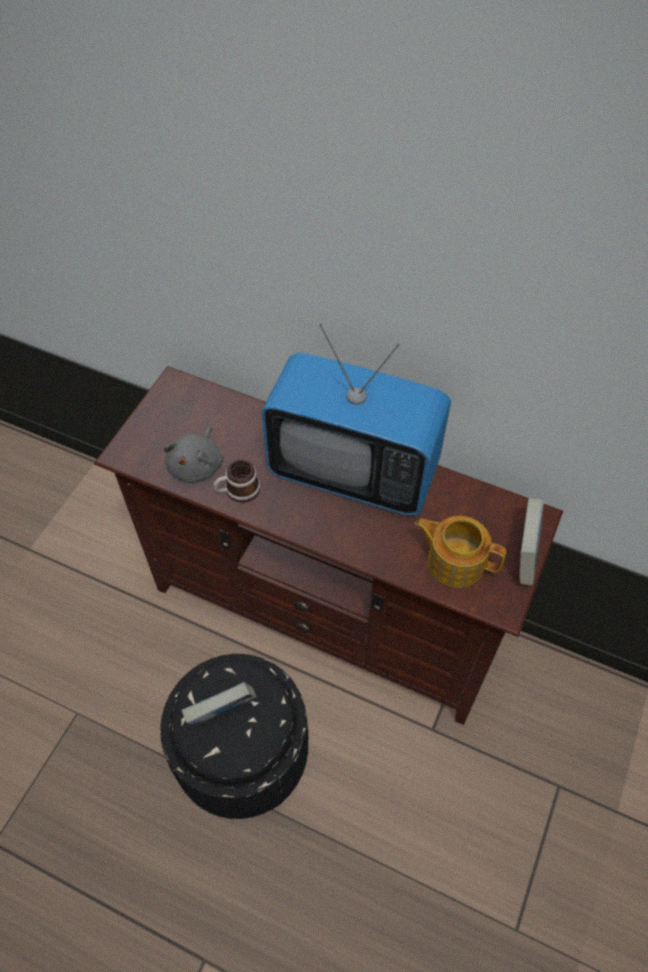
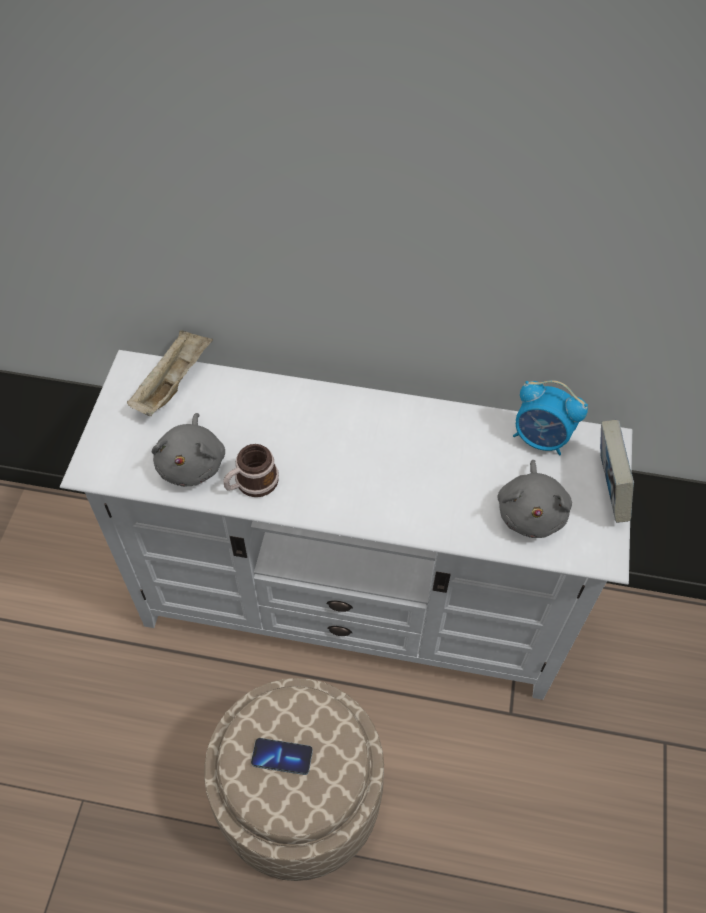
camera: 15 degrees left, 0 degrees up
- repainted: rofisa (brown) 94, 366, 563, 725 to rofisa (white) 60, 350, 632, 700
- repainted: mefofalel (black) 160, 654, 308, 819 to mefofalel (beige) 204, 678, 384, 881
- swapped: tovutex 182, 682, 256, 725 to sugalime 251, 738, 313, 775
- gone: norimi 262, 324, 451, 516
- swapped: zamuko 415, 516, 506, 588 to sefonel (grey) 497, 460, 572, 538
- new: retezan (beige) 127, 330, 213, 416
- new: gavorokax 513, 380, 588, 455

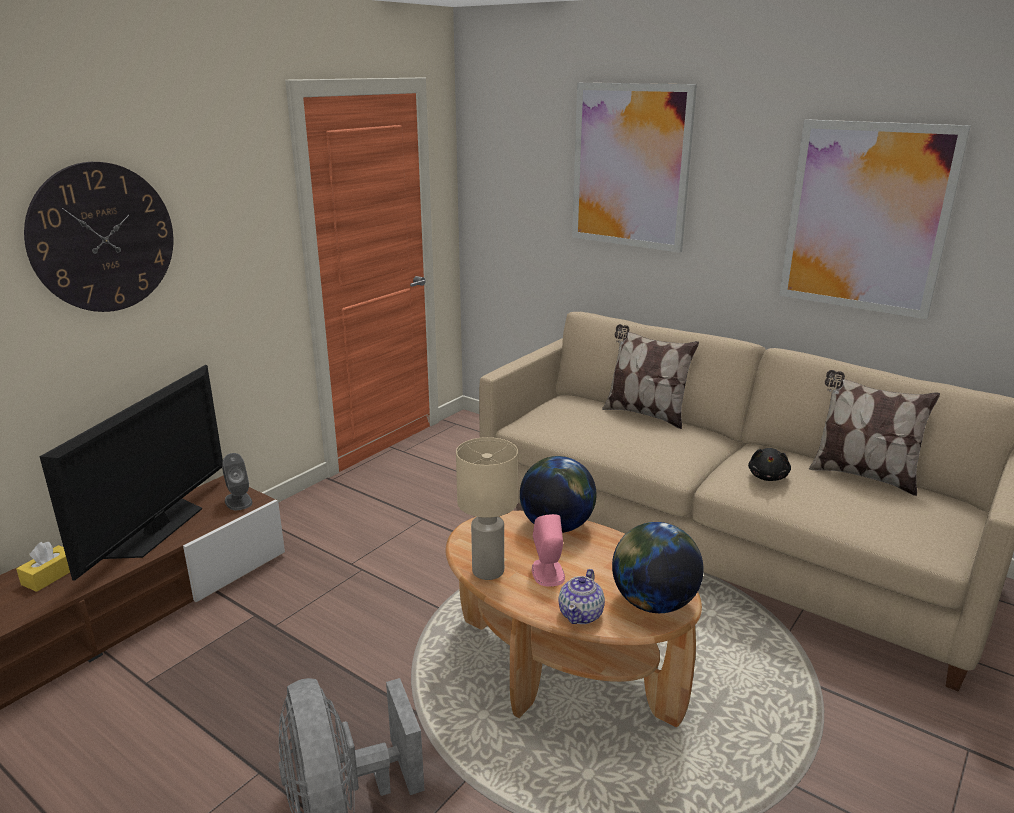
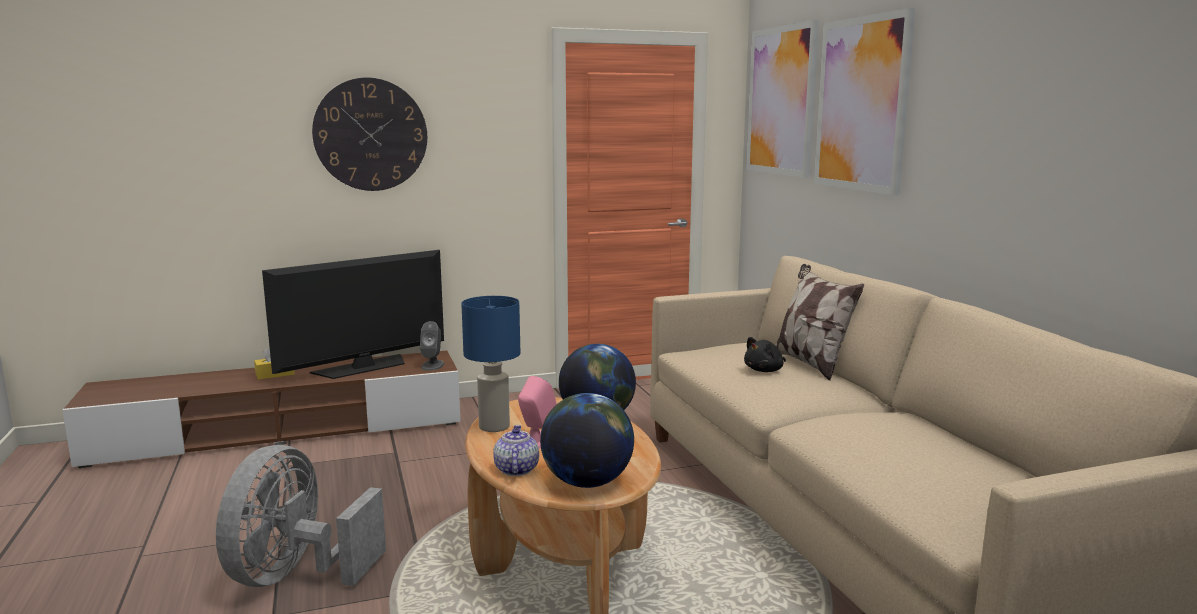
camera: 35 degrees right, 10 degrees down
- repainted: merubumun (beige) 456, 437, 518, 580 to merubumun (blue) 461, 296, 520, 432
- rotated: zamuko 559, 569, 605, 624 = 493, 425, 539, 476 120 degrees clockwise
- shifted: sefonel (black) 748, 448, 791, 481 to 744, 337, 786, 372
- shifted: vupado 779, 119, 971, 319 to 746, 20, 819, 178
- gone: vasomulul 809, 370, 940, 496

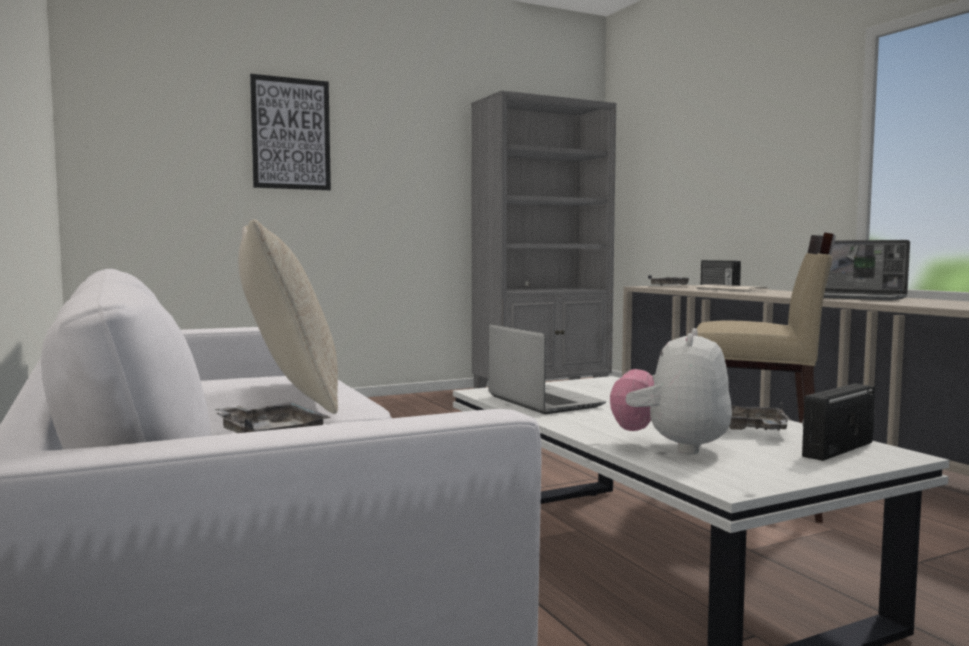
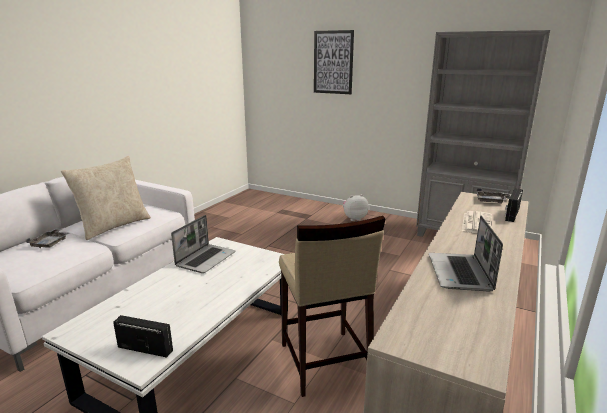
camera: 55 degrees right, 15 degrees up
- shifted: sefonel 610, 328, 732, 455 to 343, 194, 369, 221
- gone: retezan (grey) 729, 402, 791, 431

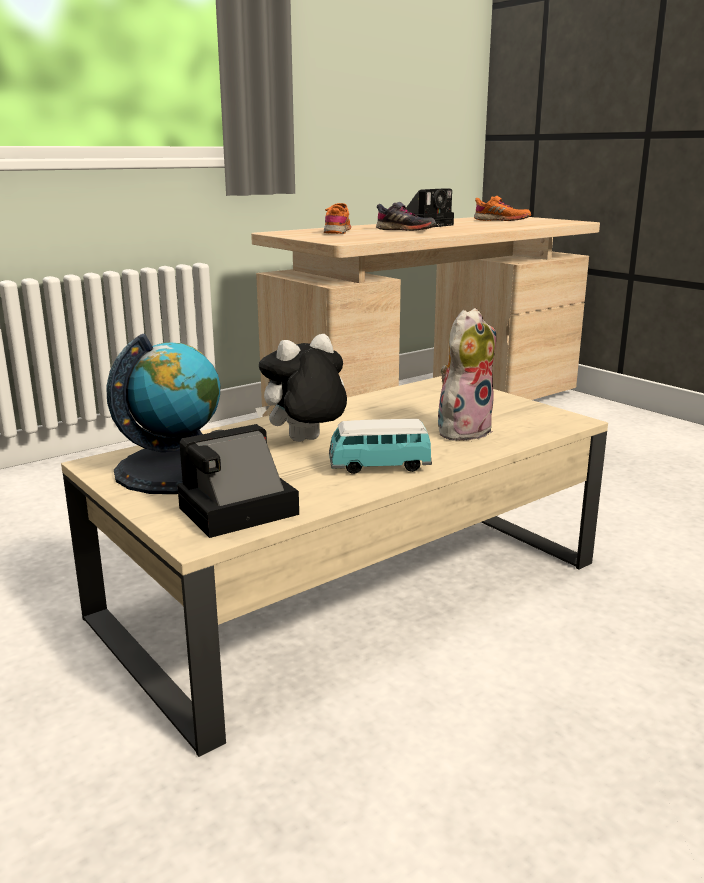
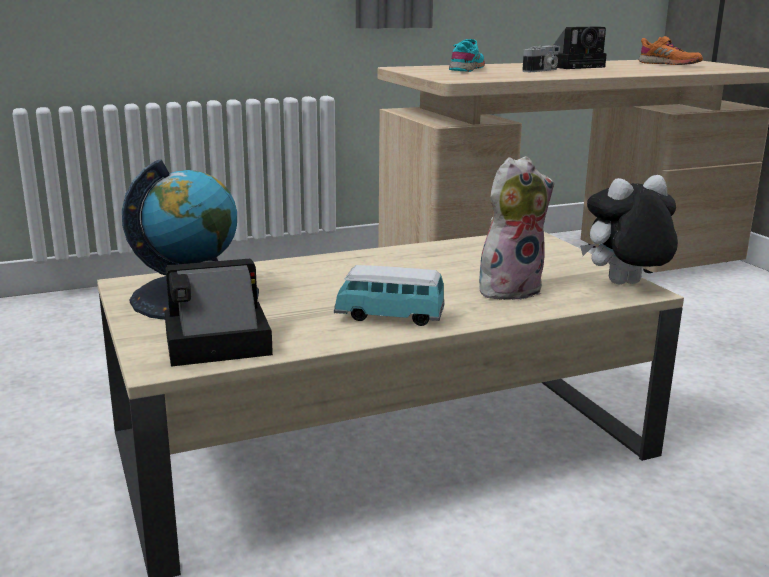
camera: 15 degrees right, 0 degrees up
- shifted: sefonel 255, 334, 347, 442 to 580, 175, 678, 284
- repainted: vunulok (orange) 324, 203, 351, 234 to vunulok (turquoise) 449, 39, 485, 72
- swapped: vunulok (grey) 376, 202, 436, 231 to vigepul 522, 45, 560, 72

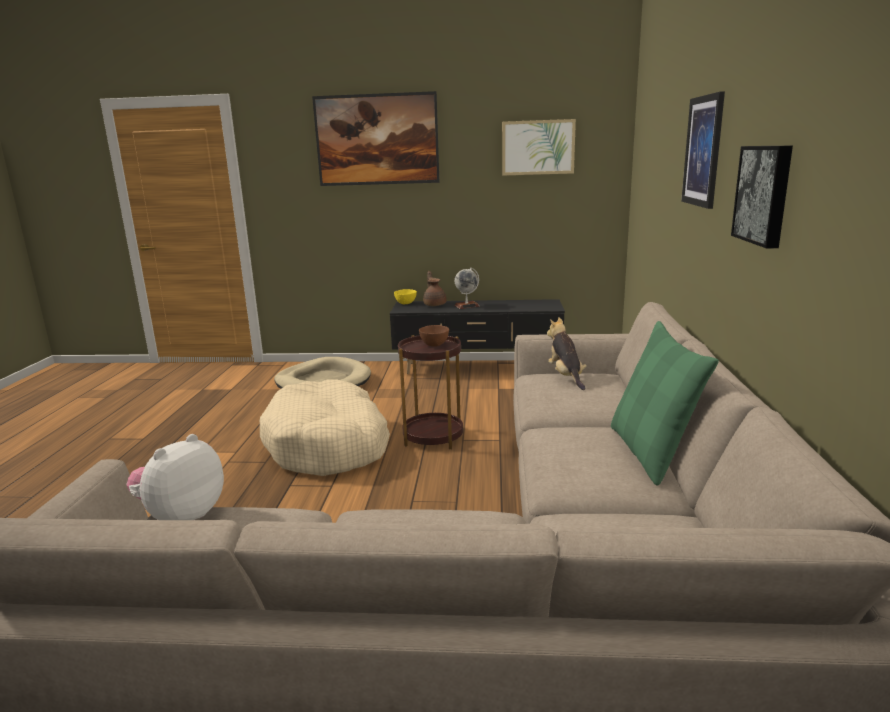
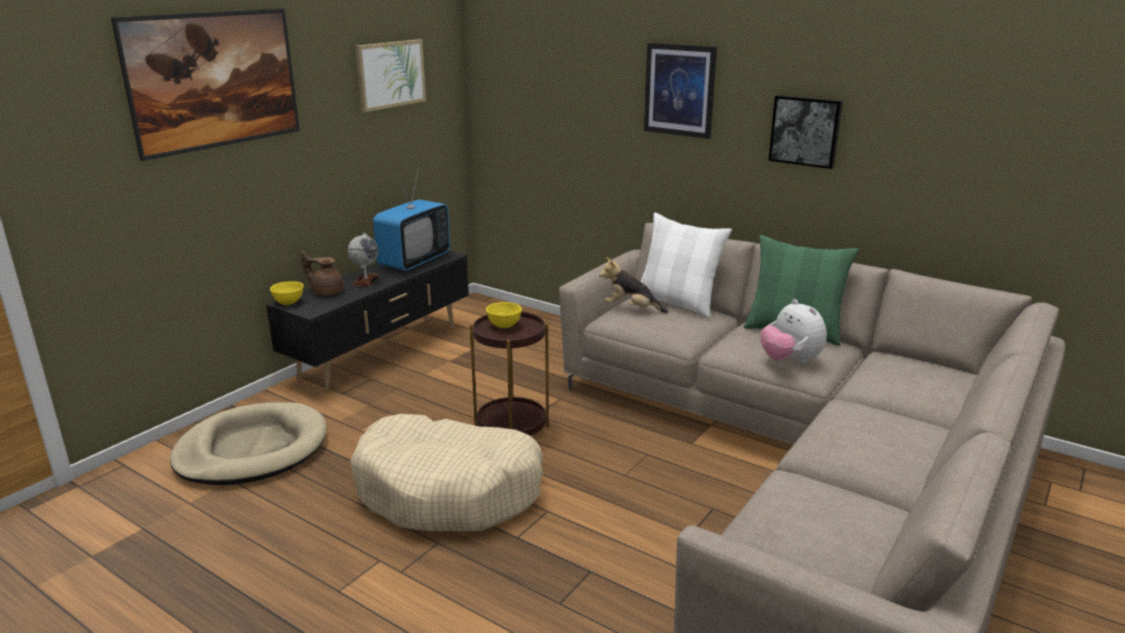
camera: 60 degrees left, 5 degrees up
- shifted: sefonel 127, 434, 224, 520 to 760, 299, 827, 364
- repainted: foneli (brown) 419, 325, 449, 347 to foneli (yellow) 486, 302, 522, 328
- new: norimi 373, 168, 450, 271
- new: vasomulul (white) 641, 212, 732, 318

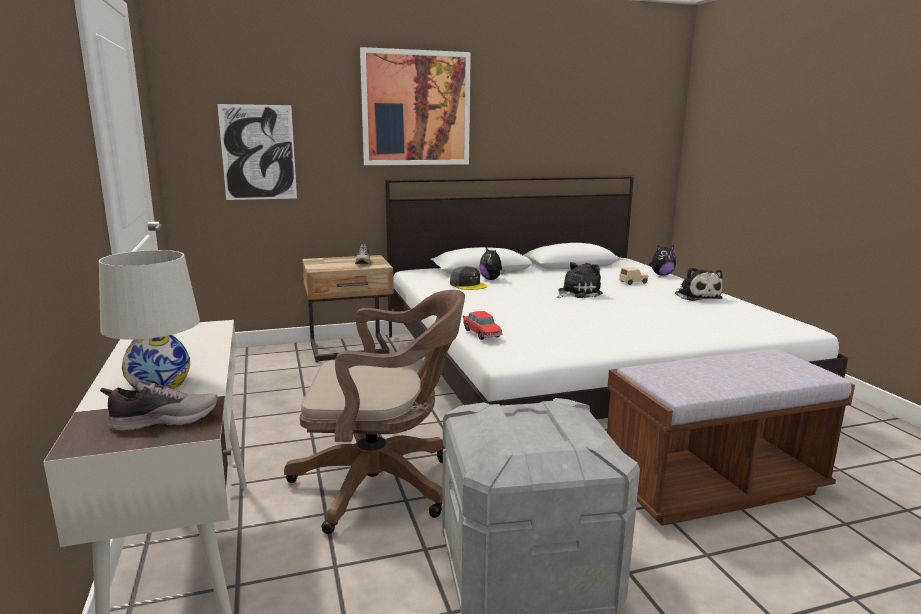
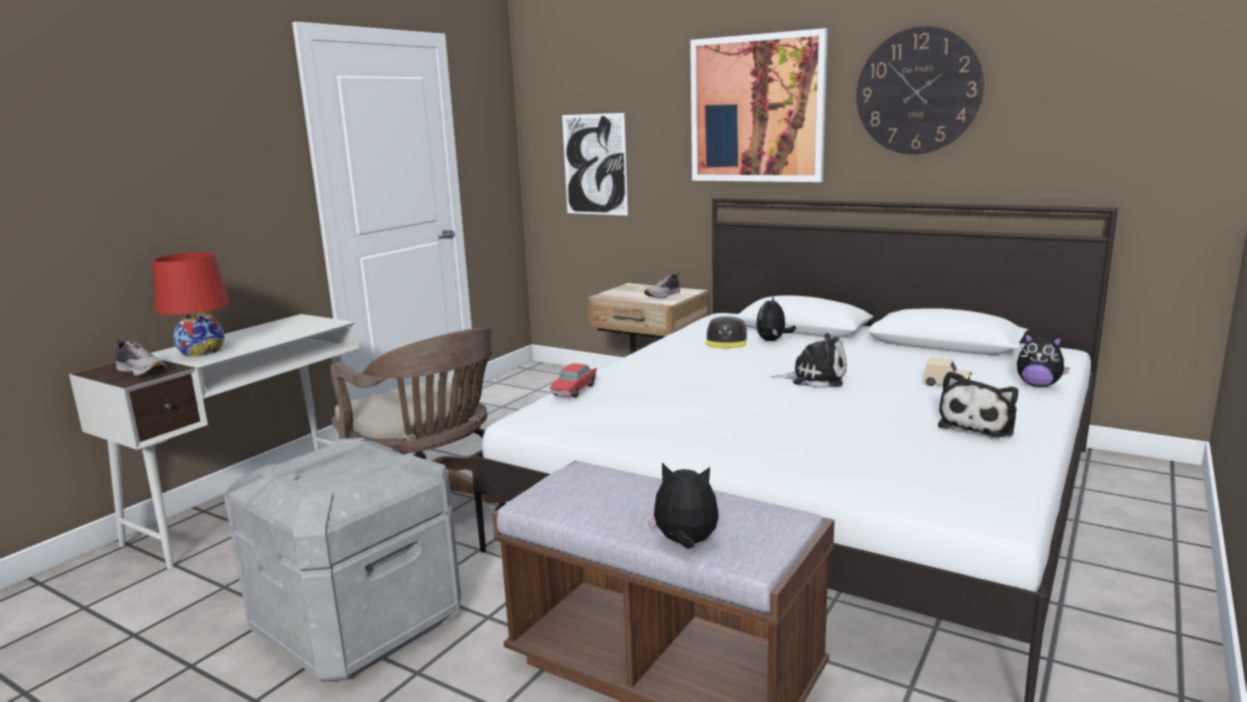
camera: 50 degrees right, 0 degrees up
- repainted: merubumun (white) 99, 250, 200, 390 to merubumun (red) 153, 252, 229, 356
- new: sefonel 644, 463, 719, 549
- new: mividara 856, 26, 984, 154

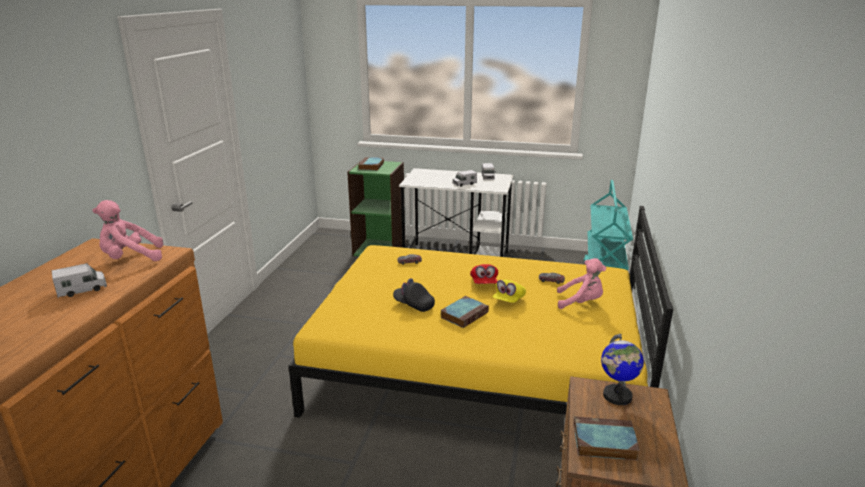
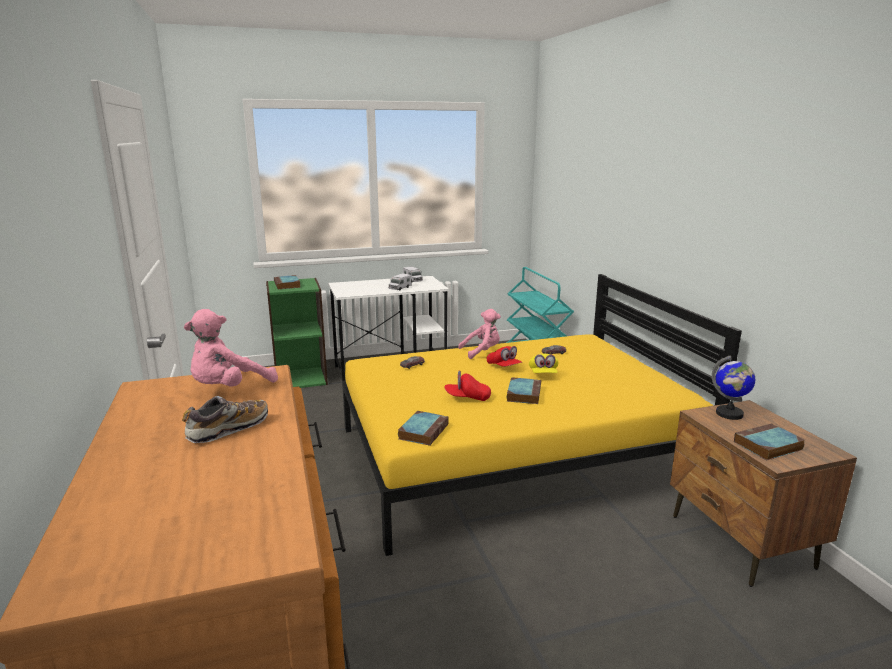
camera: 30 degrees left, 5 degrees down
- swapped: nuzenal 52, 263, 107, 298 to vunulok 182, 396, 268, 443
- repainted: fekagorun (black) 393, 278, 435, 312 to fekagorun (red) 444, 371, 491, 401
- shifted: sefonel (pink) 557, 258, 606, 309 to 458, 309, 501, 359
- new: tovutex 398, 411, 449, 446

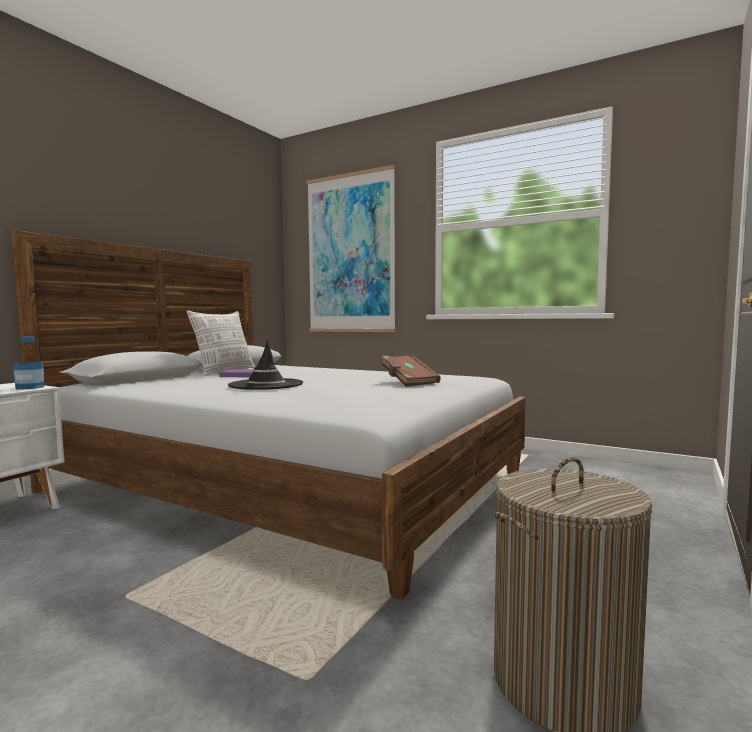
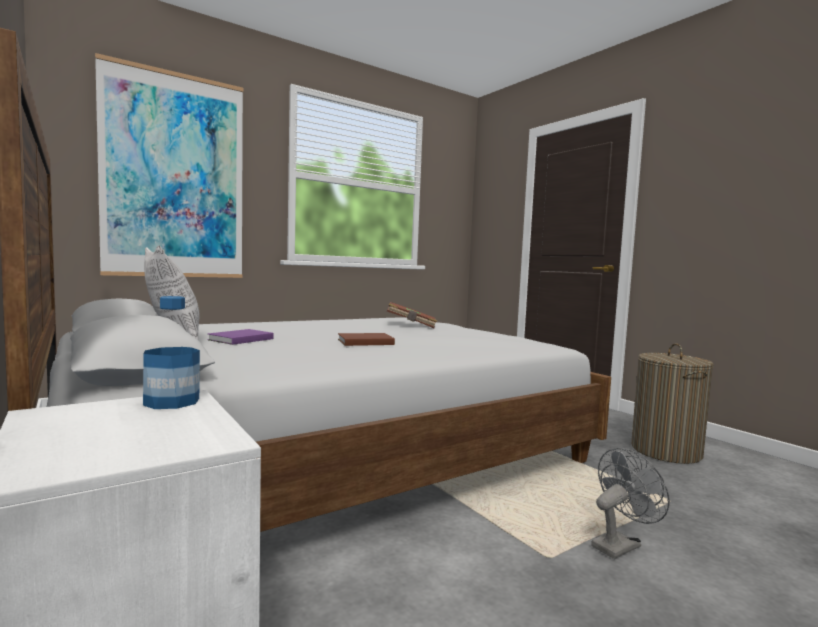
camera: 65 degrees left, 0 degrees up
- swapped: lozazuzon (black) 228, 340, 303, 390 to tovutex (brown) 338, 333, 395, 346
- new: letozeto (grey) 591, 448, 670, 559

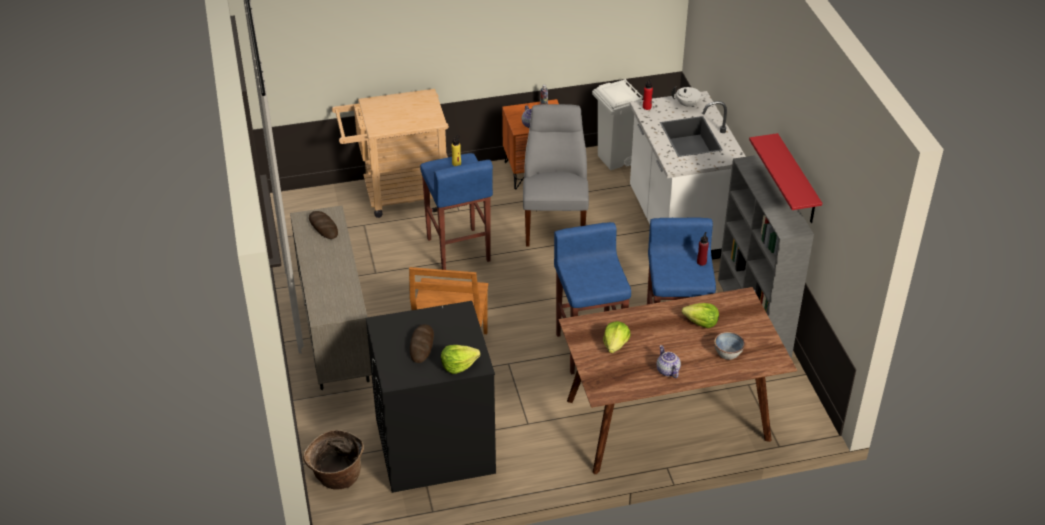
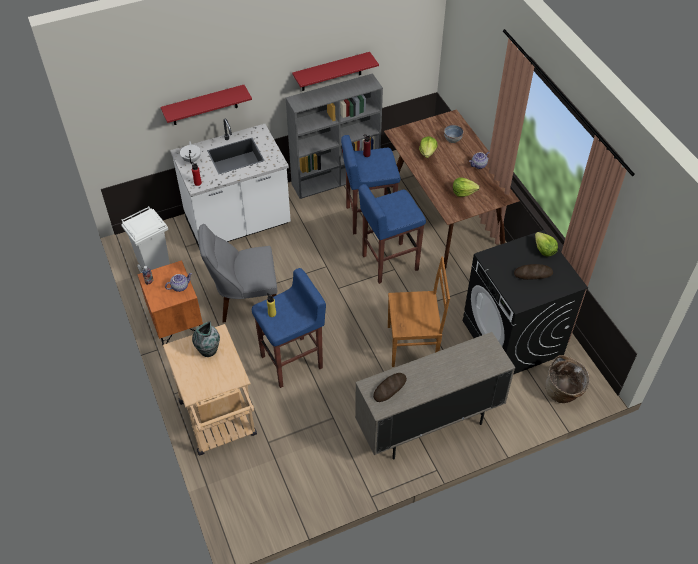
camera: 100 degrees left, 10 degrees up
- new: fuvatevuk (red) 161, 85, 252, 125
- new: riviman 192, 321, 220, 357

